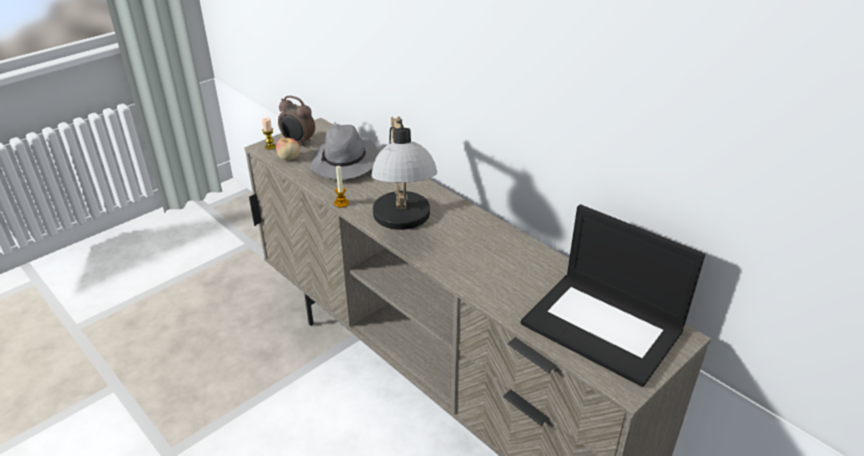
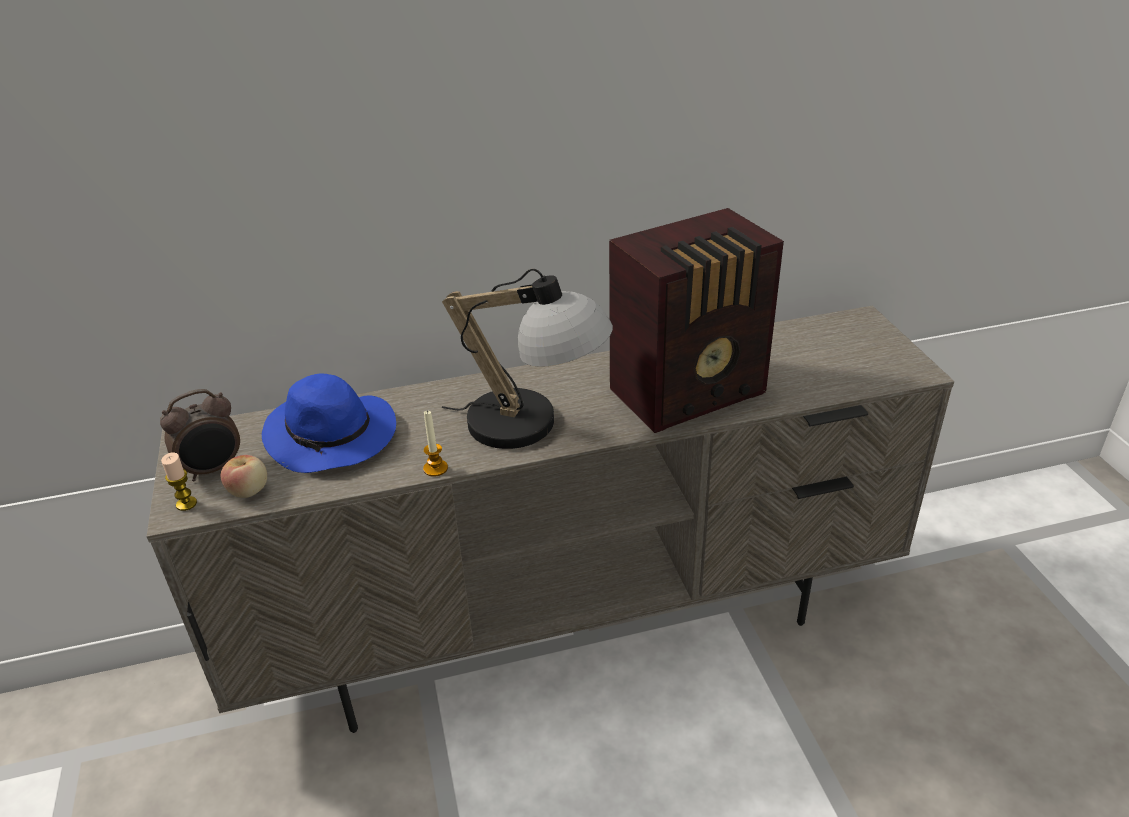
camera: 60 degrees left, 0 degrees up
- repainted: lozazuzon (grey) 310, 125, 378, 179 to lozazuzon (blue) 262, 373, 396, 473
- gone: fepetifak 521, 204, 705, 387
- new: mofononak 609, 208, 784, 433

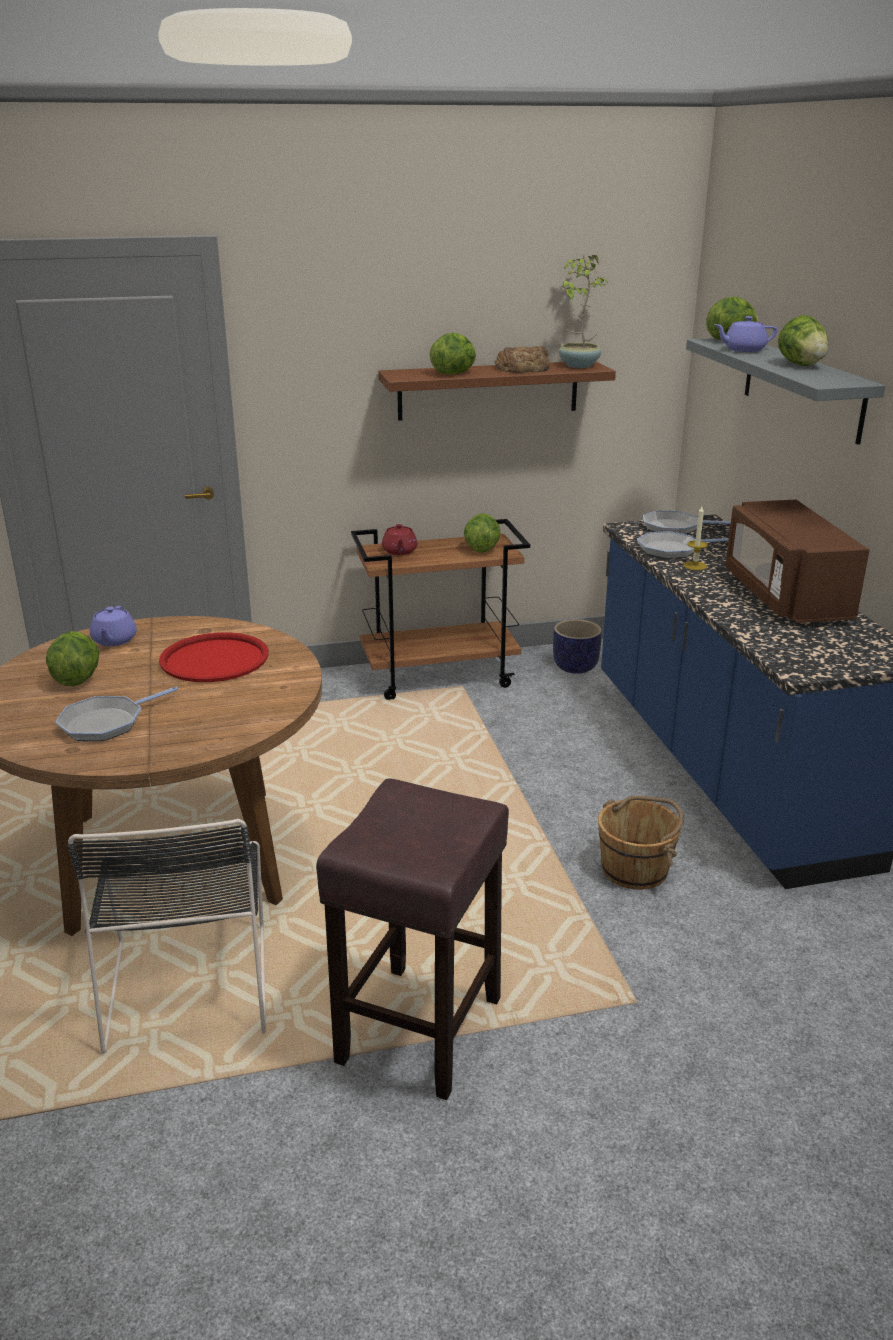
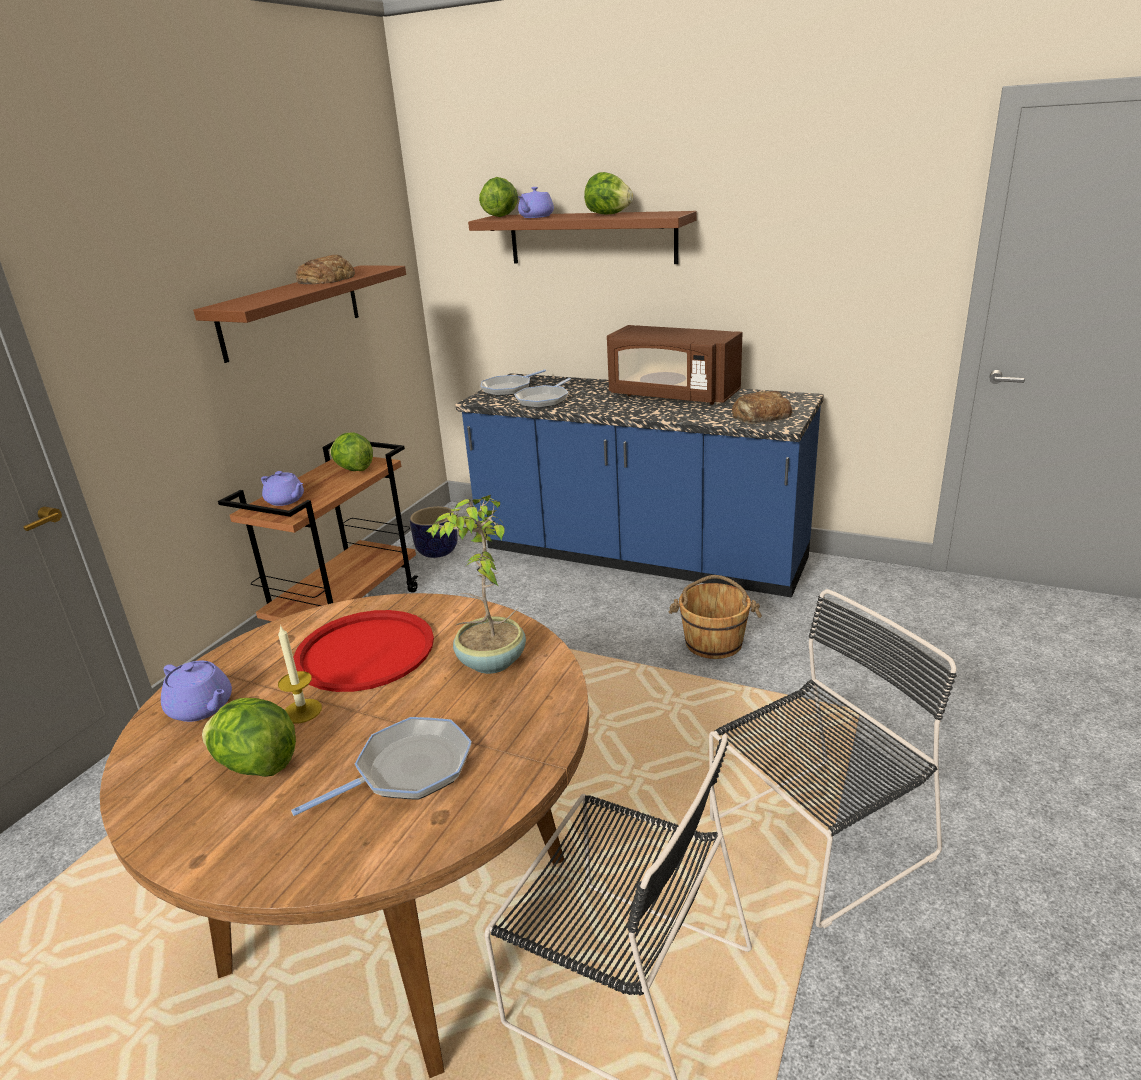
camera: 50 degrees left, 0 degrees up
- rotated: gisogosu 55, 687, 178, 741 = 291, 717, 472, 816 120 degrees counterclockwise
- swapped: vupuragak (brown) 316, 778, 509, 1100 to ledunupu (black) 709, 589, 957, 928
- repainted: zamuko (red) 382, 524, 417, 555 to zamuko (purple) 261, 471, 304, 506
- gone: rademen 430, 333, 476, 375
- shifted: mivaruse 558, 254, 609, 368 to 426, 495, 526, 674
- shifted: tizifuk 683, 506, 708, 570 to 278, 625, 322, 724
- repainted: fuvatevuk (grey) 686, 338, 885, 445 to fuvatevuk (brown) 468, 211, 697, 264
- new: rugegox 732, 391, 792, 424

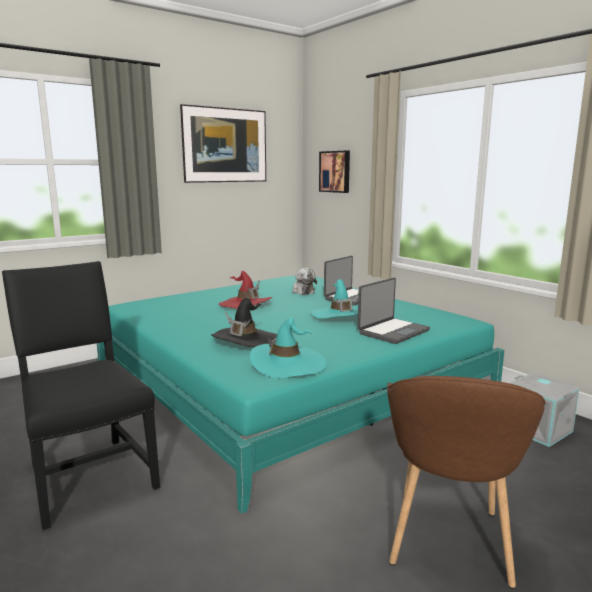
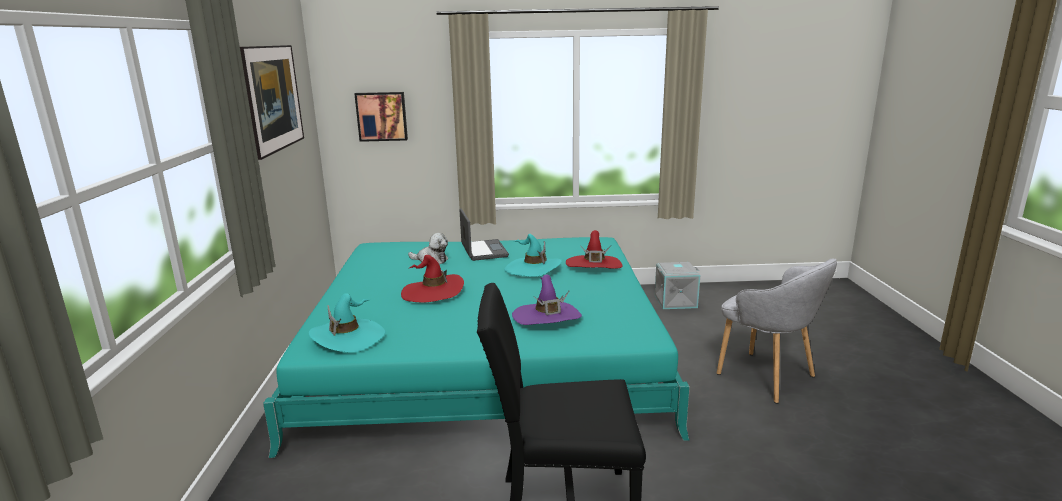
camera: 55 degrees left, 5 degrees up
- repainted: lozazuzon (black) 211, 298, 277, 347 to lozazuzon (purple) 512, 274, 582, 325
- shifted: lozazuzon (turquoise) 250, 317, 327, 378 to 308, 293, 386, 352
- swapped: fepetifak 357, 277, 430, 344 to lozazuzon (red) 566, 230, 622, 269
- repainted: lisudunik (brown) 387, 376, 546, 589 to lisudunik (grey) 717, 258, 837, 403

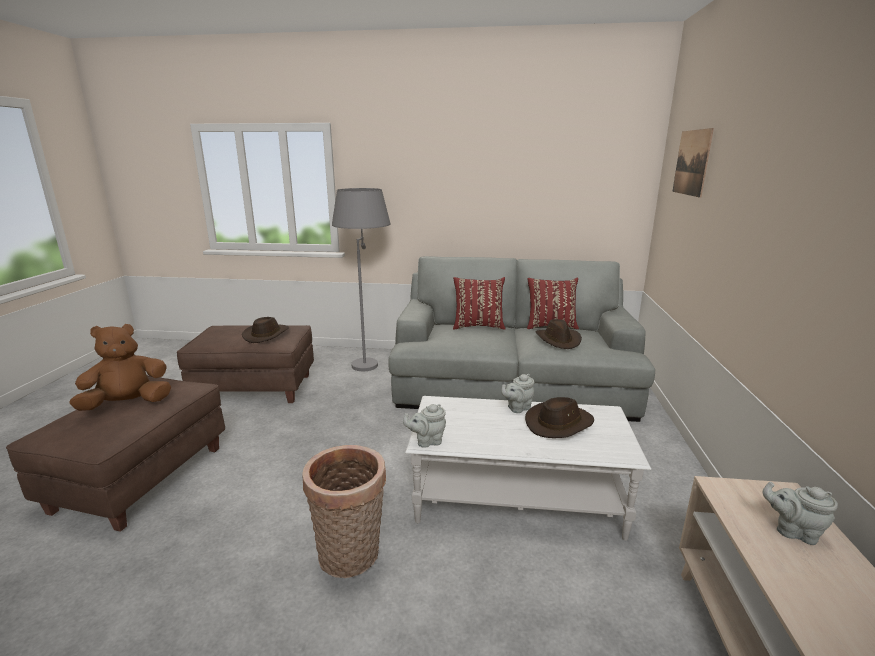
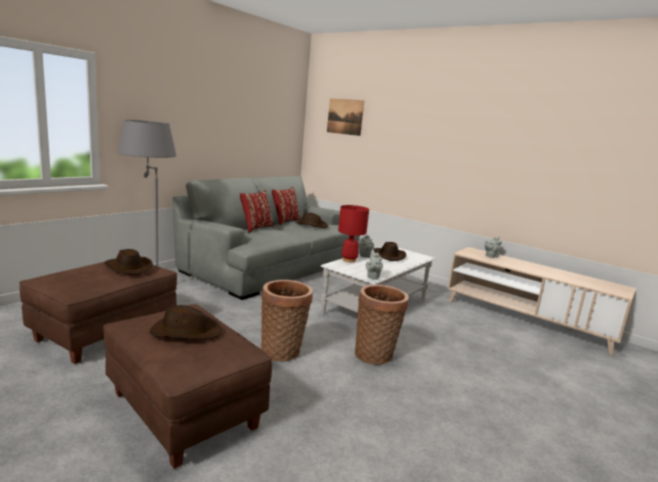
camera: 60 degrees left, 5 degrees down
- swapped: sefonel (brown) 69, 324, 171, 411 to lozazuzon (brown) 149, 305, 222, 340
- new: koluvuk 261, 280, 313, 362
- new: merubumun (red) 338, 205, 369, 262

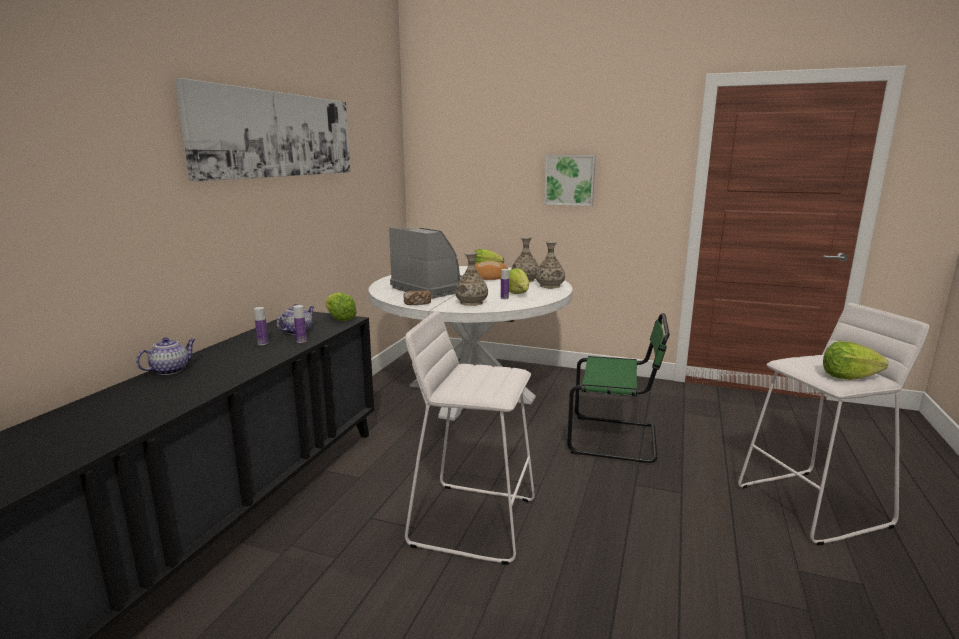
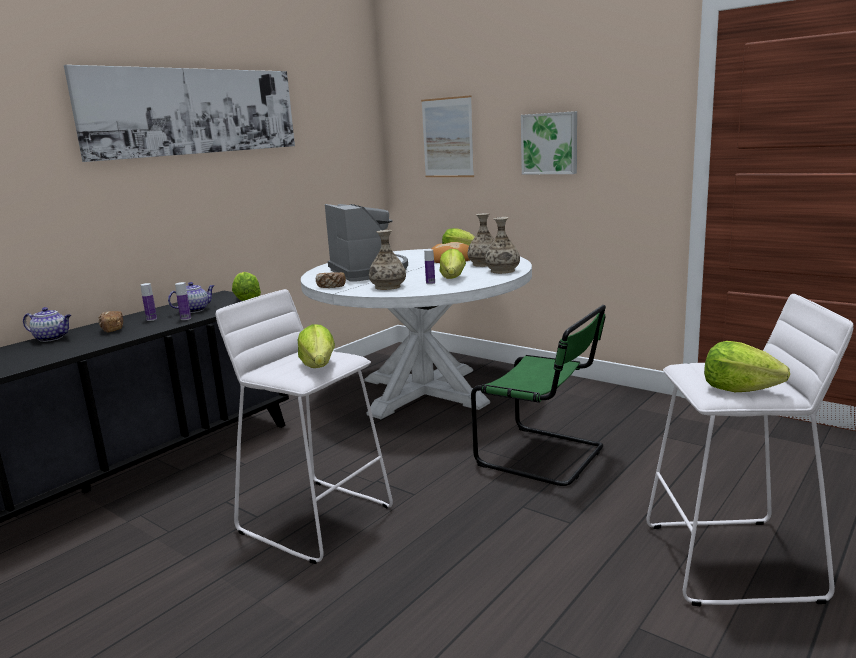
camera: 20 degrees right, 0 degrees up
- rotated: zamuko 136, 337, 196, 375 = 23, 307, 71, 342 45 degrees clockwise
- new: rugegox 98, 311, 123, 333
- new: rademen 298, 324, 335, 368
- new: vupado 421, 95, 474, 177

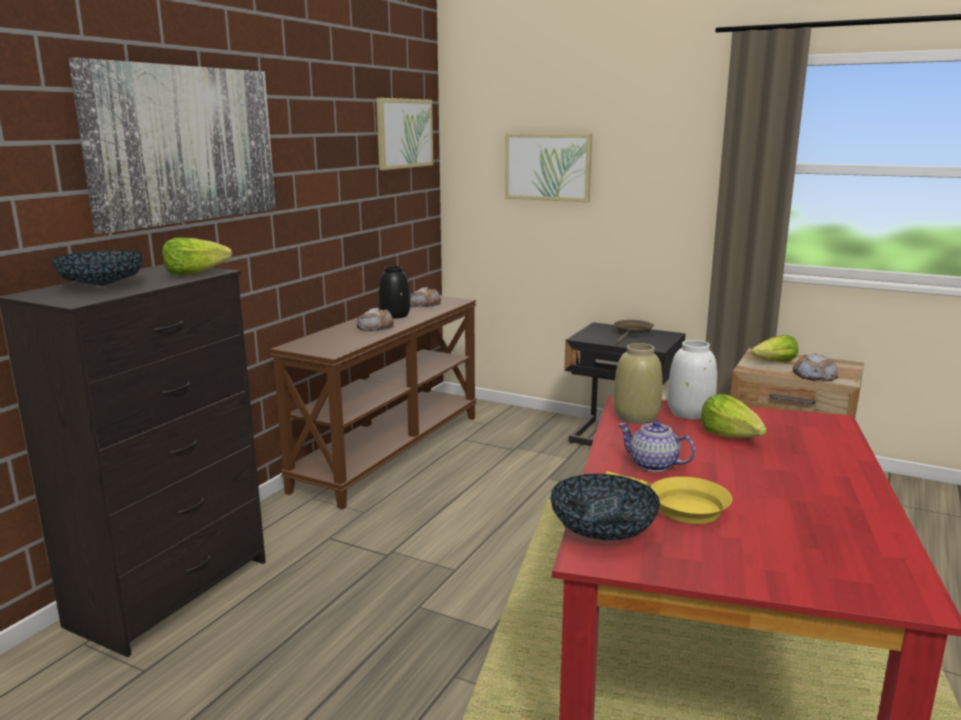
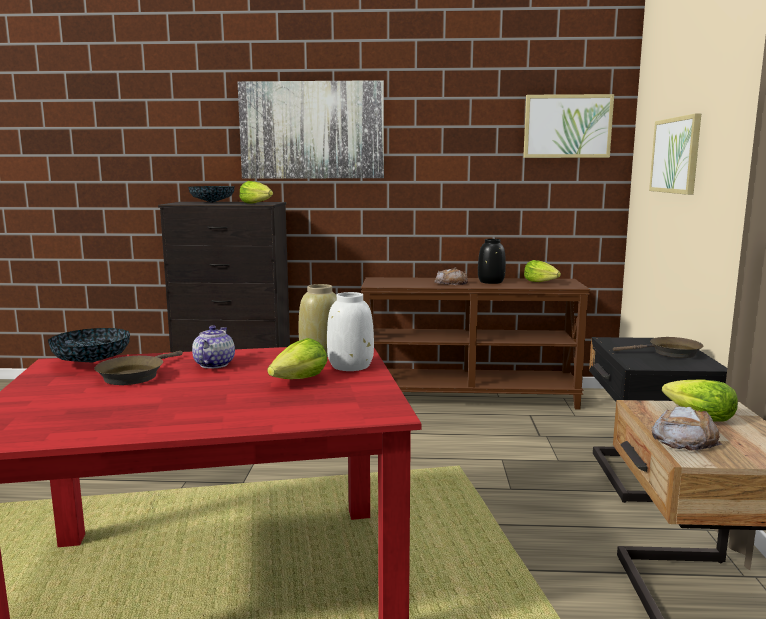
camera: 65 degrees right, 5 degrees down
- swapped: rugegox 410, 287, 441, 307 to rademen 524, 260, 561, 282
- repainted: gisogosu (yellow) 605, 472, 732, 524 to gisogosu (brown) 94, 351, 183, 385

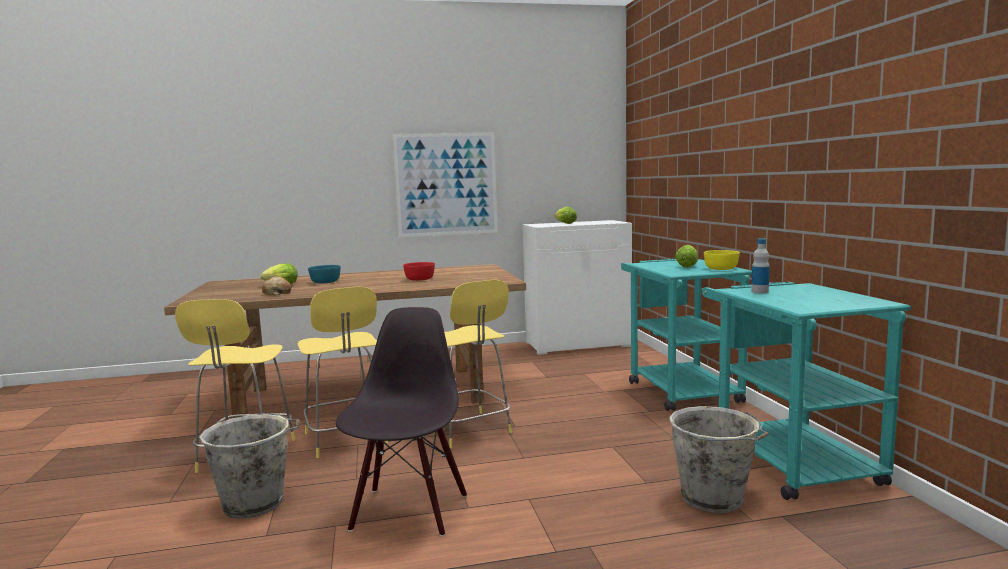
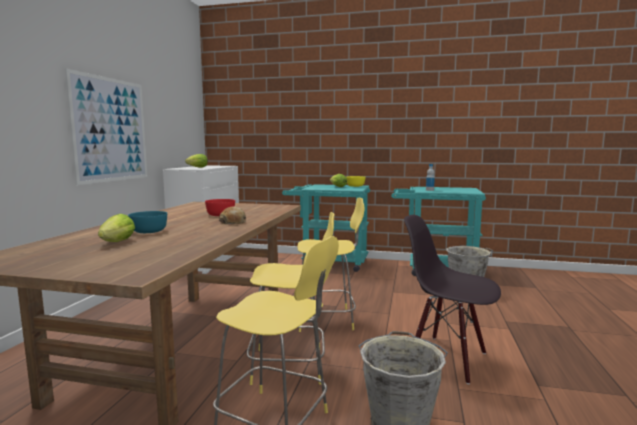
camera: 65 degrees left, 0 degrees up
- shifted: rugegox 262, 276, 291, 295 to 219, 207, 246, 224

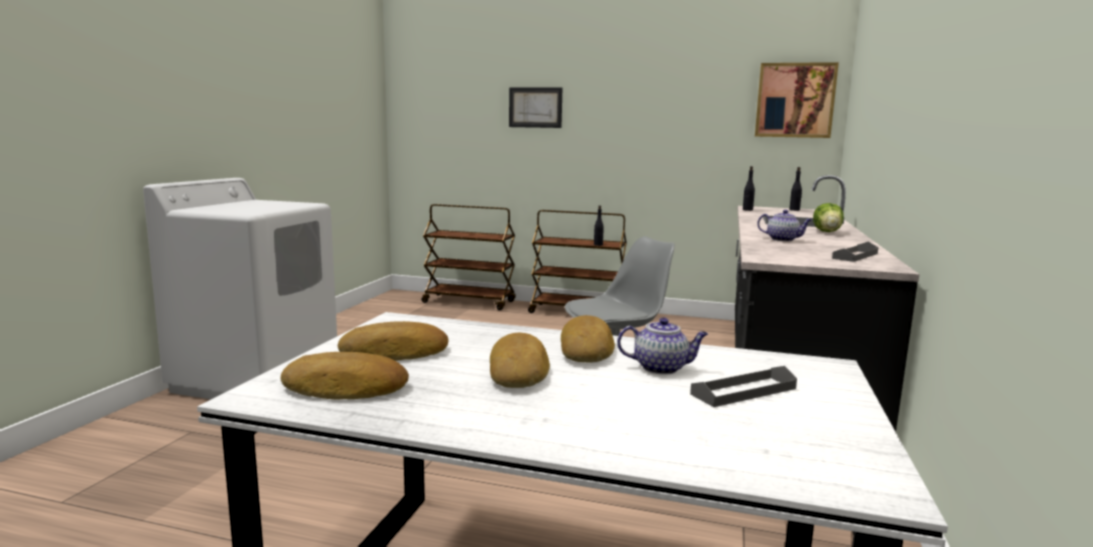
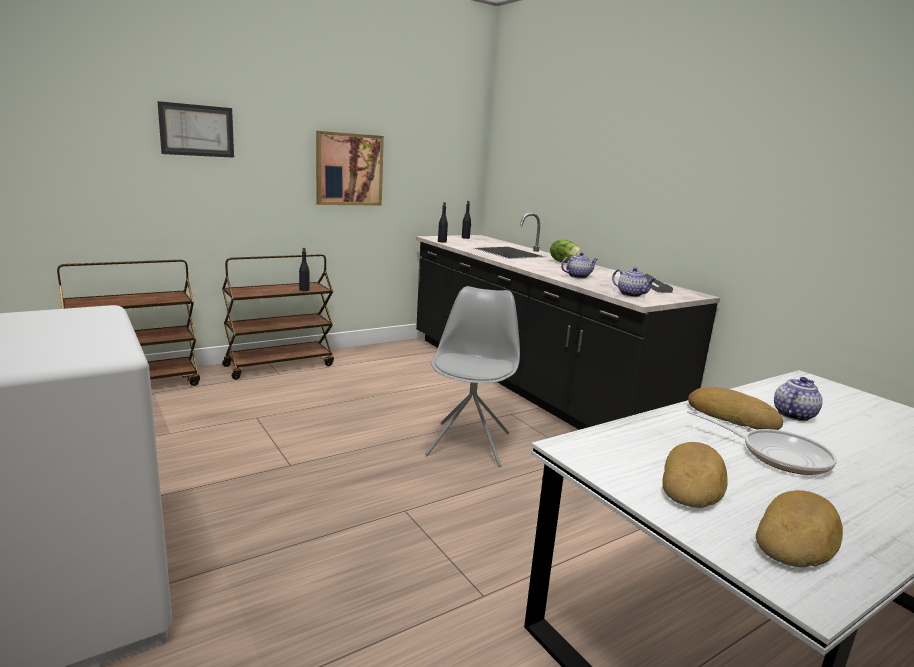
camera: 50 degrees left, 5 degrees up
- swapped: rugegox 490, 333, 550, 388 to gisogosu 687, 410, 837, 475
- gone: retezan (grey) 690, 366, 797, 407
- shifted: vupado 755, 62, 839, 138 to 316, 131, 384, 206
- new: zamuko 612, 267, 656, 297

